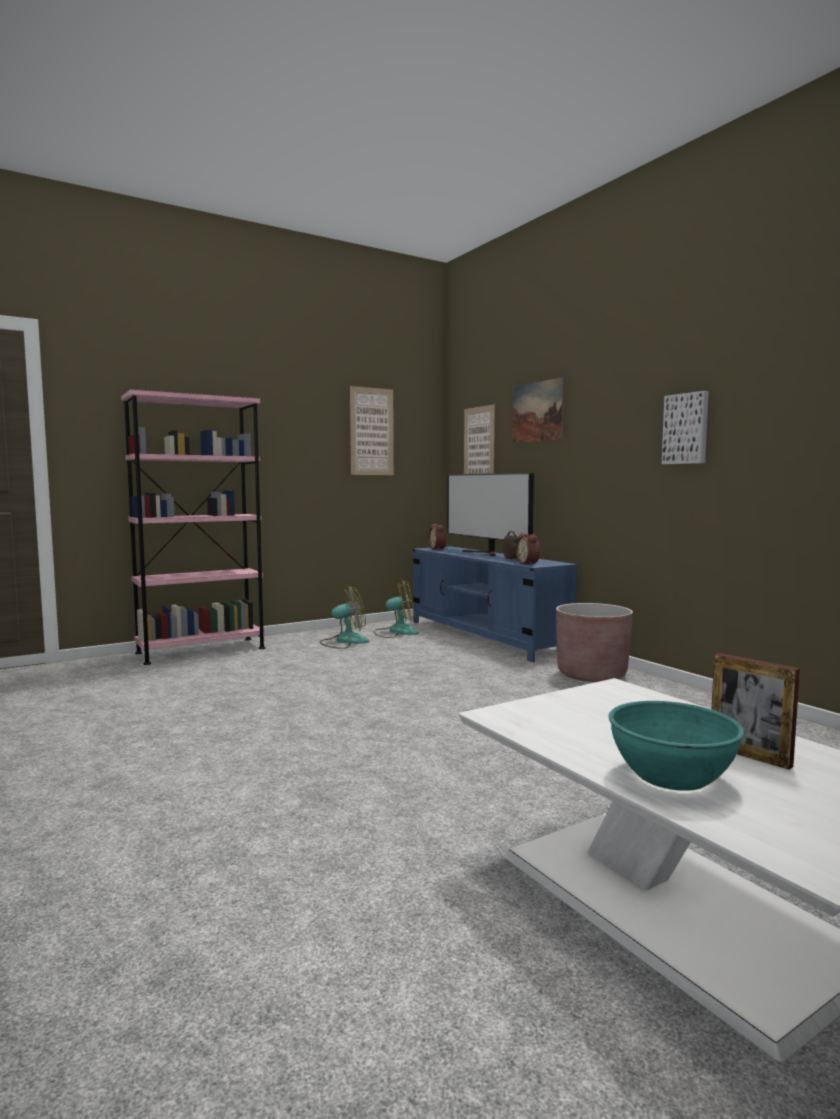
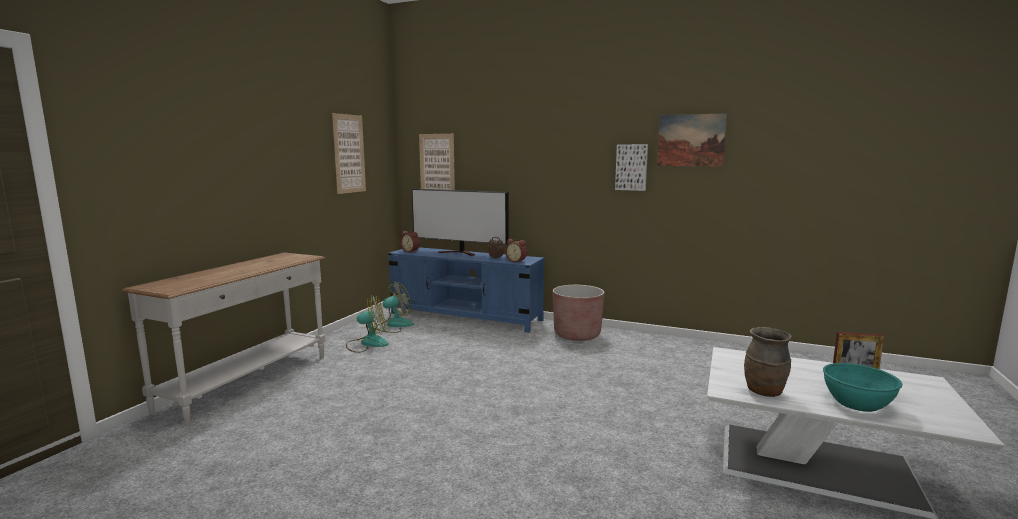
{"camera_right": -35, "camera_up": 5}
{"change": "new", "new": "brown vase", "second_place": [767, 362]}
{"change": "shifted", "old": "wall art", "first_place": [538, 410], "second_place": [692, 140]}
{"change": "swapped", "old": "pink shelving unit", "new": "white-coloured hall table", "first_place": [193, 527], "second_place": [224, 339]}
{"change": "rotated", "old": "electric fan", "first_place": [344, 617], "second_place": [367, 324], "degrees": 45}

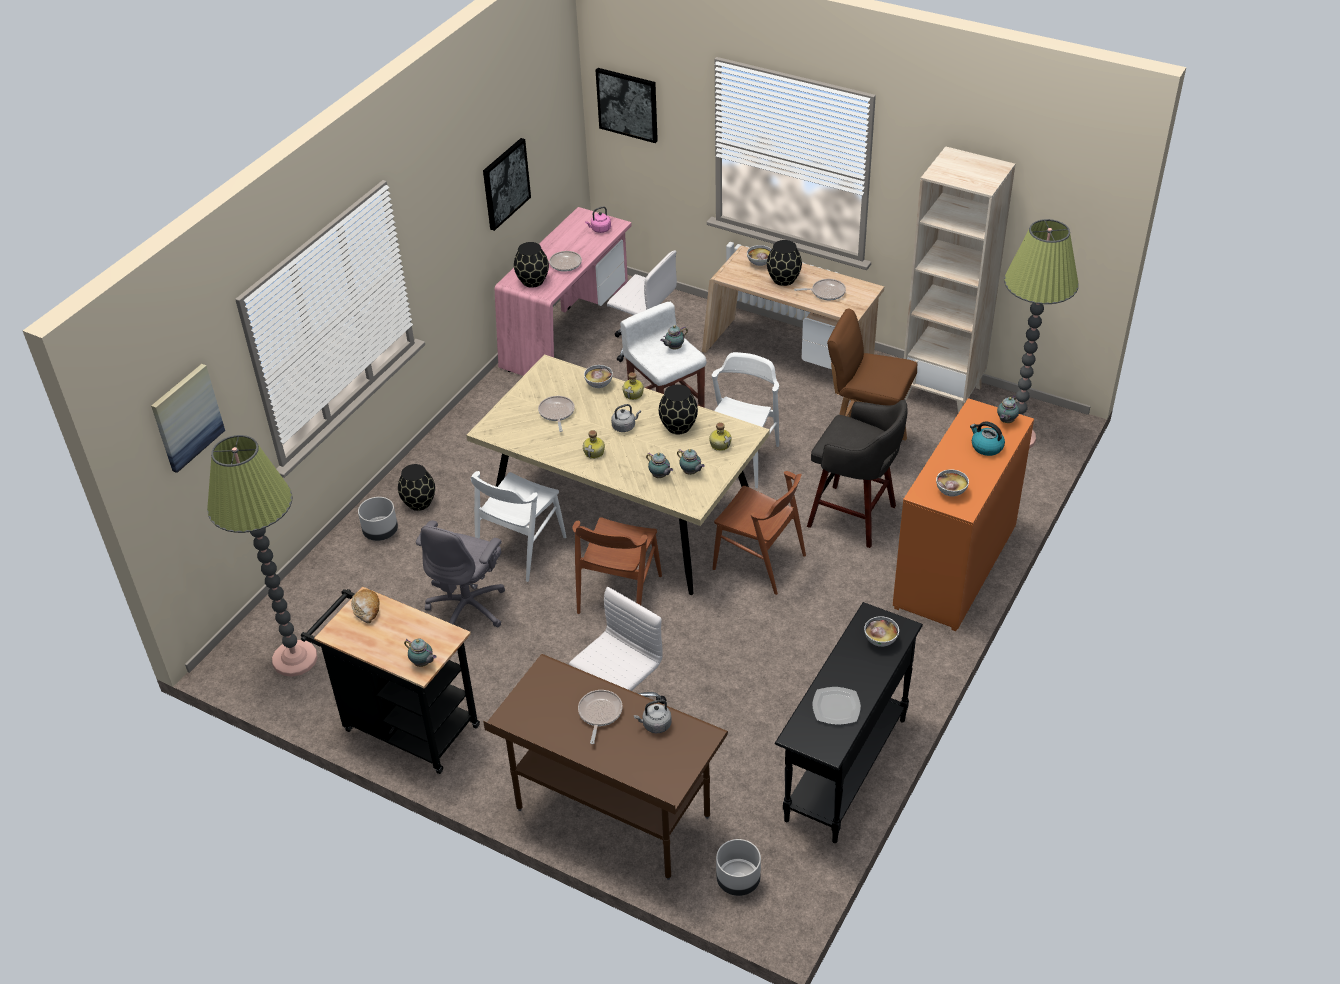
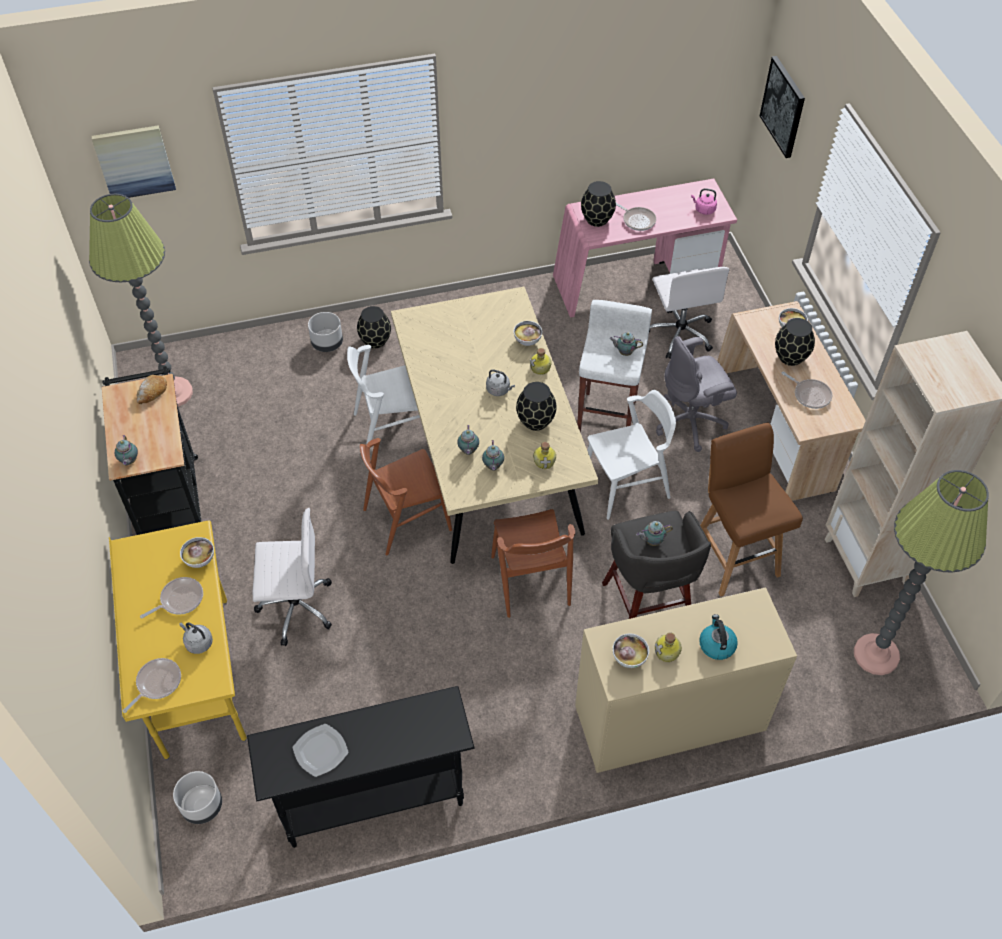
{"camera_right": 45, "camera_up": 10}
{"change": "gone", "old": "wall art", "first_place": [507, 184]}
{"change": "shifted", "old": "gray office chair", "first_place": [460, 573], "second_place": [696, 394]}
{"change": "shifted", "old": "skillet", "first_place": [556, 414], "second_place": [152, 685]}
{"change": "shifted", "old": "beverage bottle", "first_place": [594, 444], "second_place": [668, 647]}
{"change": "shifted", "old": "serving bowl", "first_place": [881, 631], "second_place": [197, 552]}
{"change": "shifted", "old": "pot for tea", "first_place": [1008, 409], "second_place": [654, 533]}
{"change": "repainted", "old": "brown desk table", "new": "yellow-coloured desk table", "first_place": [605, 767], "second_place": [178, 640]}
{"change": "repainted", "old": "orangey drawer chest", "new": "beige-coloured drawer chest", "first_place": [963, 514], "second_place": [686, 680]}

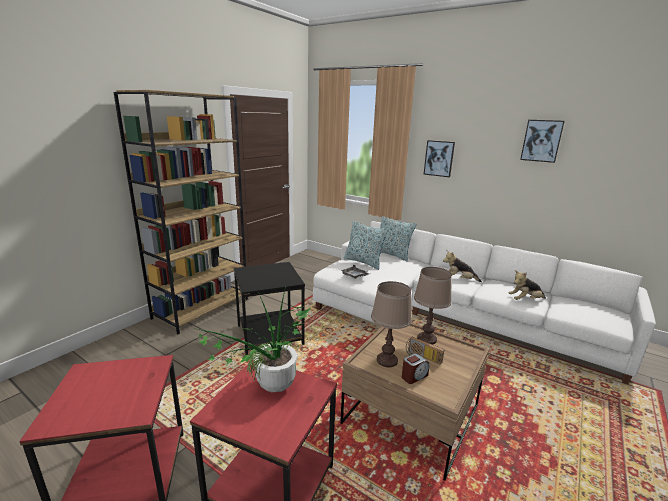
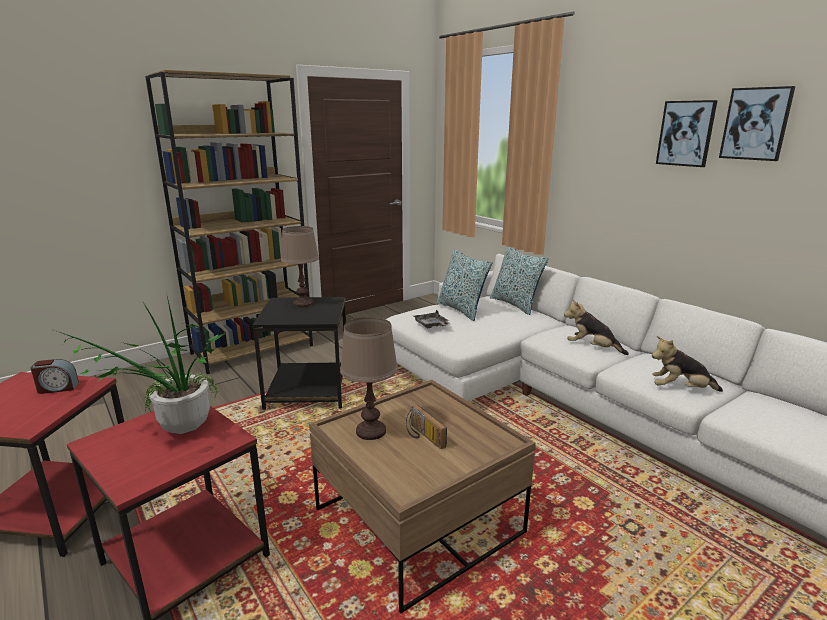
{"camera_right": 20, "camera_up": 0}
{"change": "shifted", "old": "bedside clock", "first_place": [415, 369], "second_place": [55, 376]}
{"change": "shifted", "old": "brown lamp for a table", "first_place": [433, 306], "second_place": [300, 266]}
{"change": "shifted", "old": "wall art", "first_place": [439, 158], "second_place": [687, 133]}

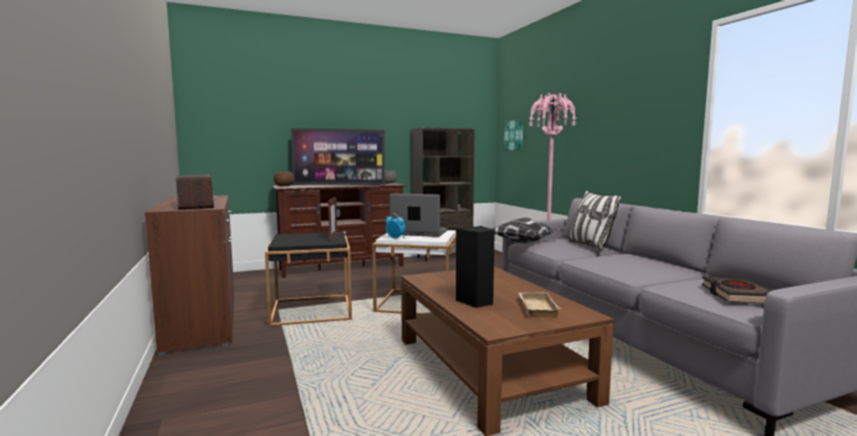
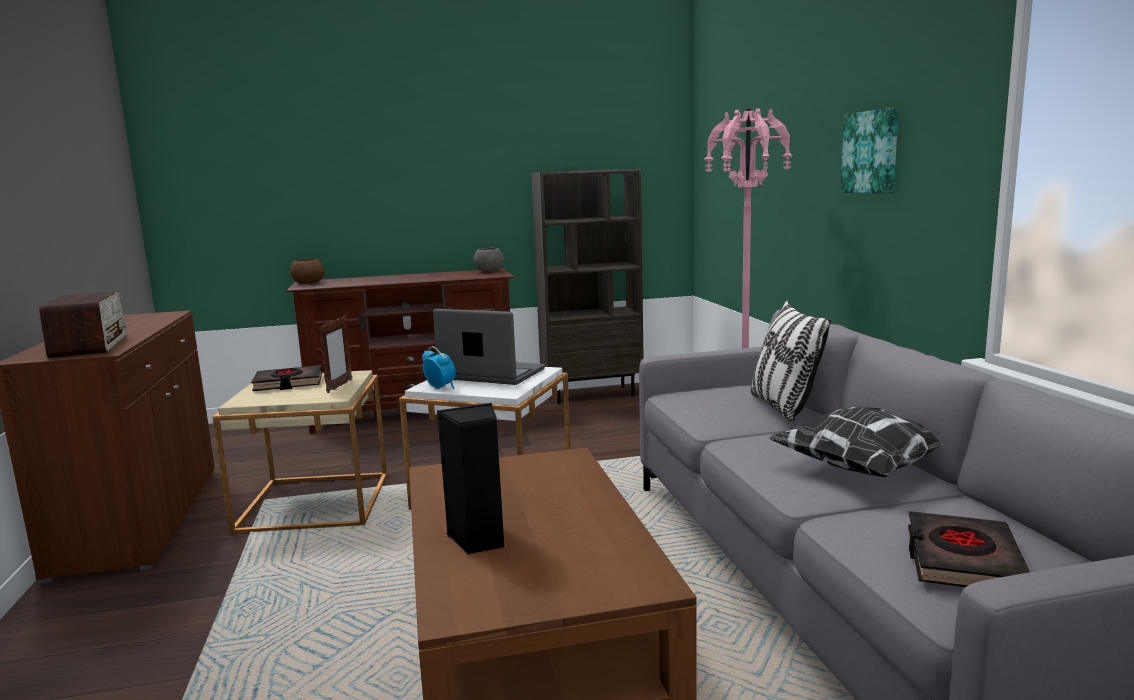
{"camera_right": 10, "camera_up": 5}
{"change": "gone", "old": "television", "first_place": [338, 156]}
{"change": "gone", "old": "beige-coloured carrying tray", "first_place": [539, 304]}
{"change": "new", "new": "blackish bound book", "second_place": [286, 378]}
{"change": "shifted", "old": "cushion", "first_place": [527, 230], "second_place": [855, 442]}
{"change": "shifted", "old": "wall art", "first_place": [513, 135], "second_place": [870, 150]}
{"change": "repainted", "old": "blackish side table", "new": "beige-coloured side table", "first_place": [308, 279], "second_place": [300, 452]}

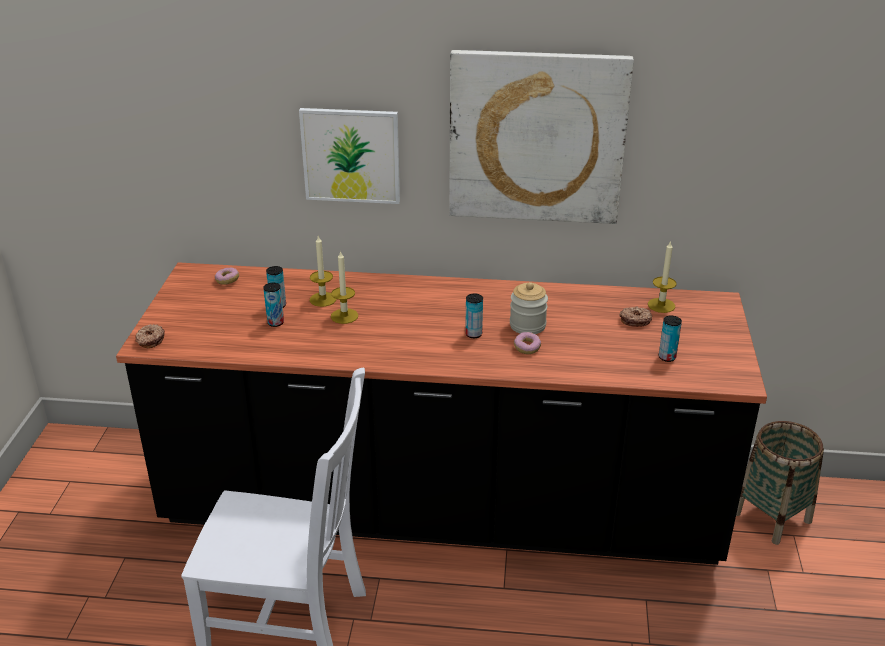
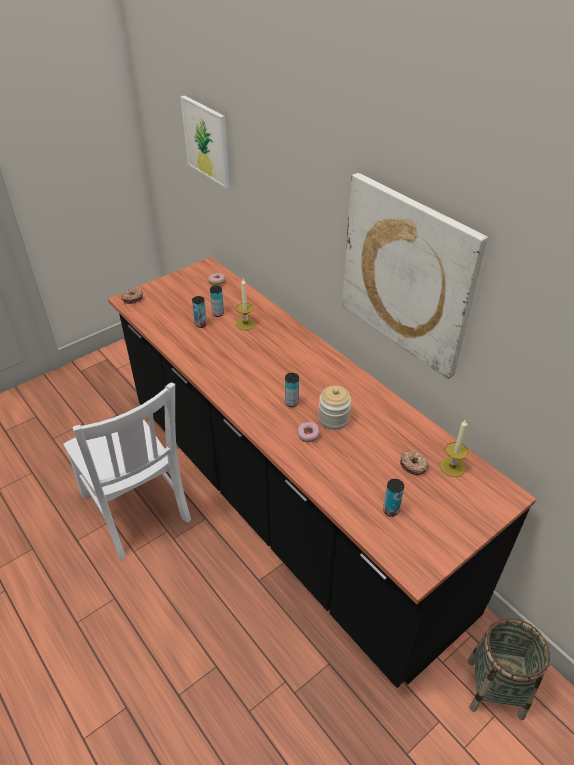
{"camera_right": 45, "camera_up": 10}
{"change": "gone", "old": "wax light", "first_place": [344, 287]}
{"change": "shifted", "old": "wall art", "first_place": [349, 156], "second_place": [204, 141]}

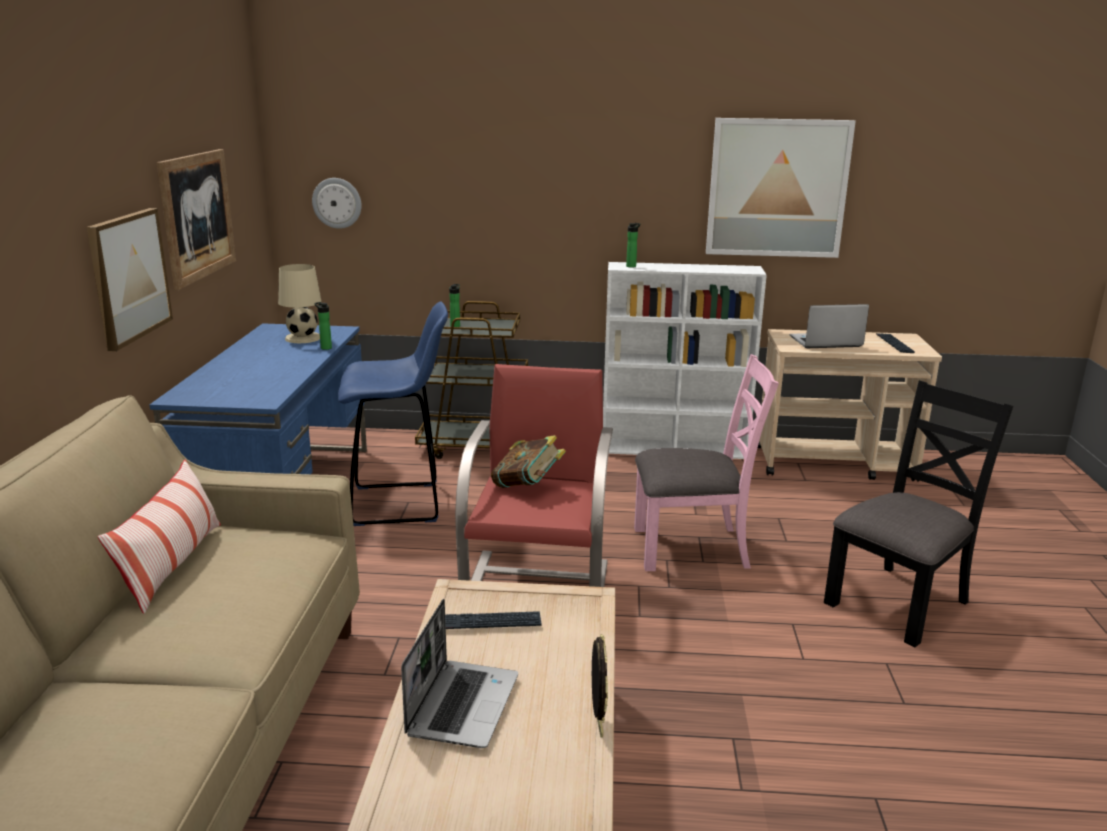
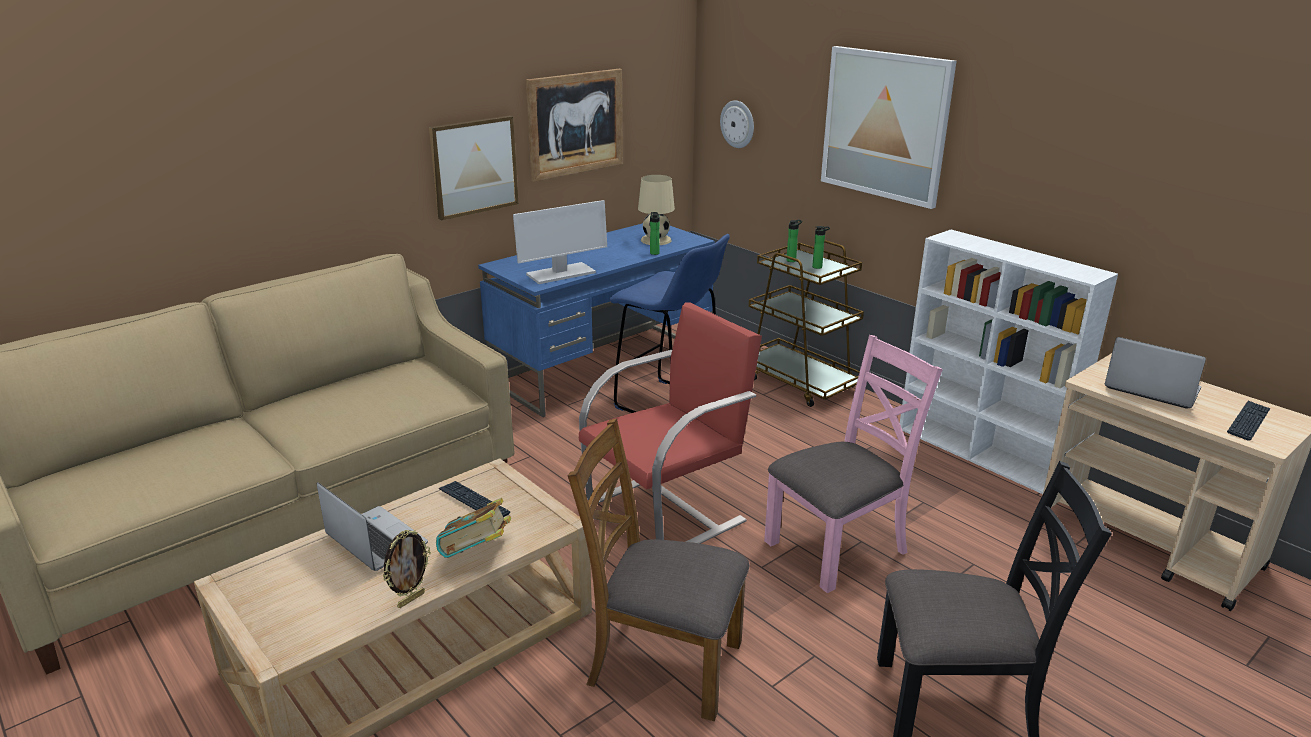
{"camera_right": 45, "camera_up": 5}
{"change": "gone", "old": "cushion", "first_place": [159, 537]}
{"change": "new", "new": "computer screen", "second_place": [560, 242]}
{"change": "new", "new": "brown chair", "second_place": [658, 570]}
{"change": "shifted", "old": "bound book", "first_place": [528, 461], "second_place": [473, 528]}
{"change": "shifted", "old": "beverage bottle", "first_place": [633, 245], "second_place": [821, 247]}
{"change": "shifted", "old": "wall art", "first_place": [781, 188], "second_place": [888, 127]}
{"change": "rotated", "old": "notebook computer", "first_place": [459, 673], "second_place": [372, 526], "degrees": -105}
{"change": "rotated", "old": "pink chair", "first_place": [706, 462], "second_place": [853, 464], "degrees": -75}

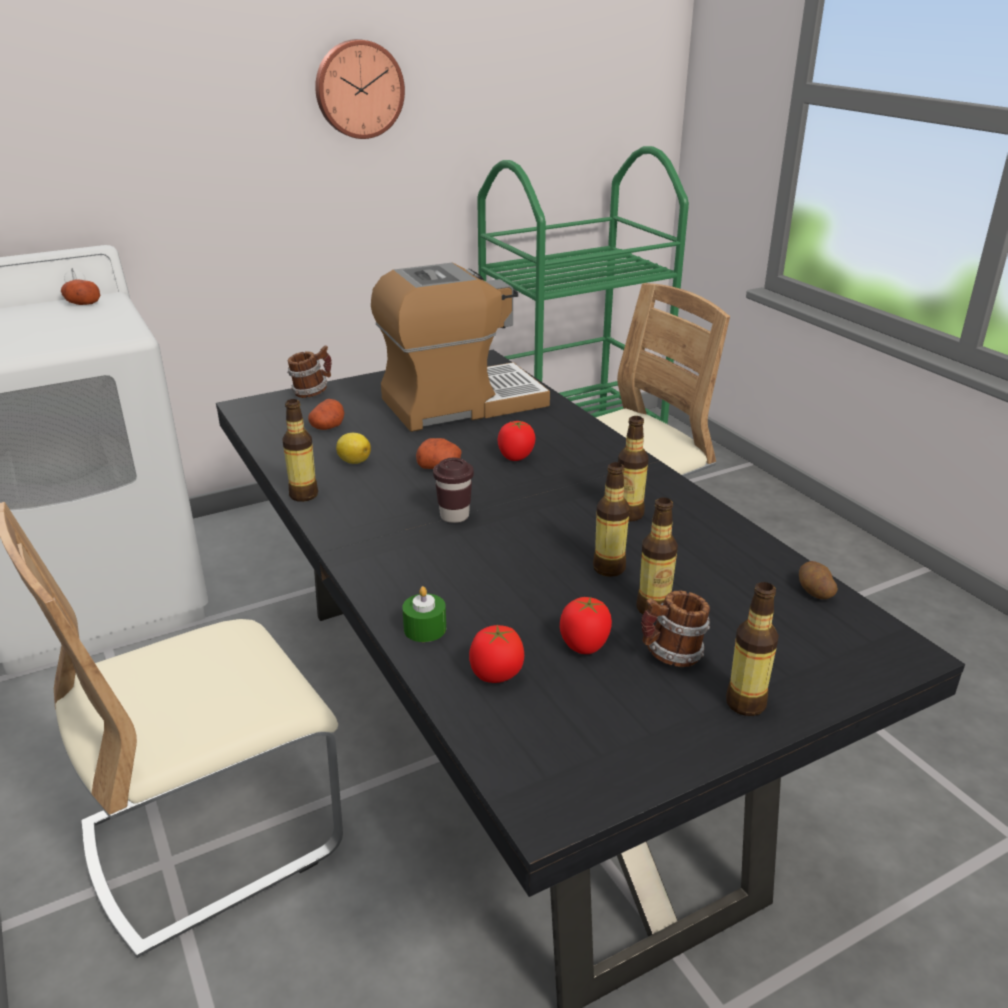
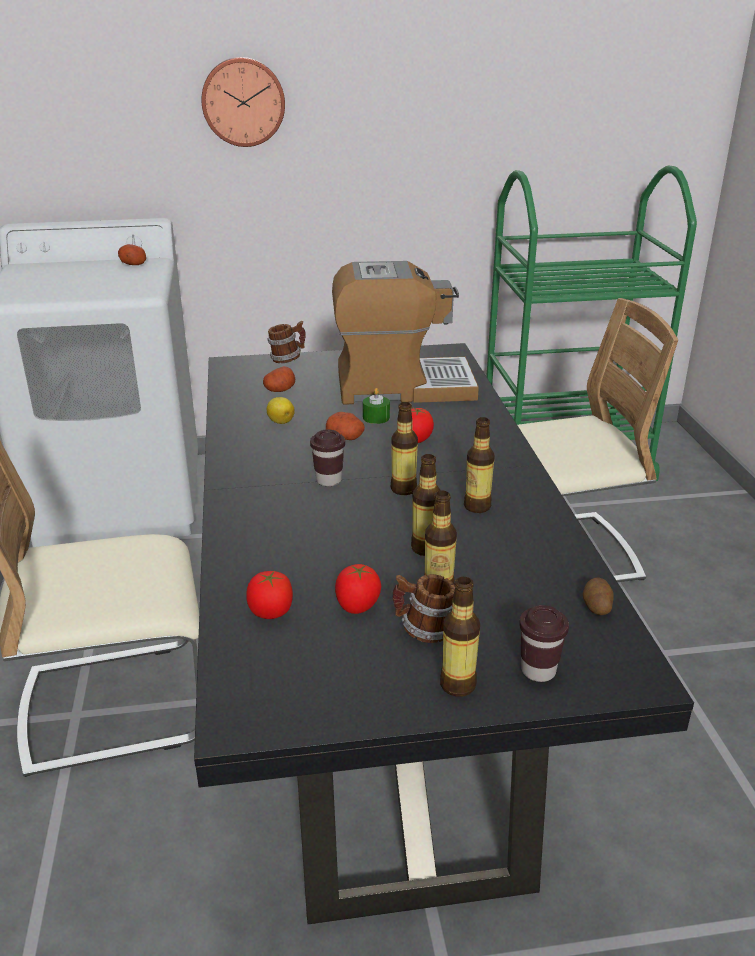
{"camera_right": 20, "camera_up": 0}
{"change": "new", "new": "brown small cup", "second_place": [544, 643]}
{"change": "shifted", "old": "beverage bottle", "first_place": [300, 450], "second_place": [404, 448]}
{"change": "shifted", "old": "wall clock", "first_place": [360, 89], "second_place": [243, 102]}
{"change": "shifted", "old": "greenish wax light", "first_place": [424, 614], "second_place": [376, 406]}

